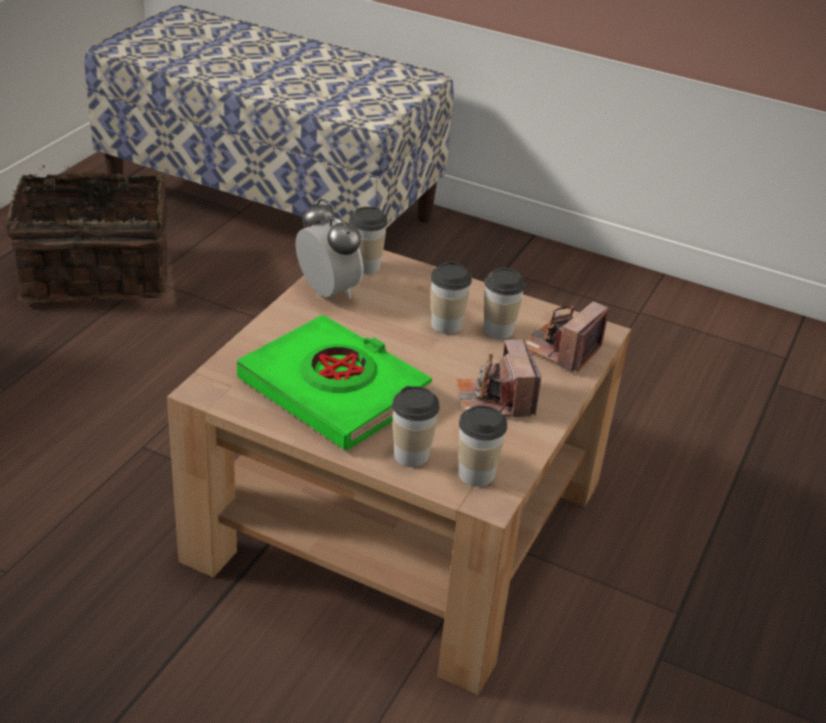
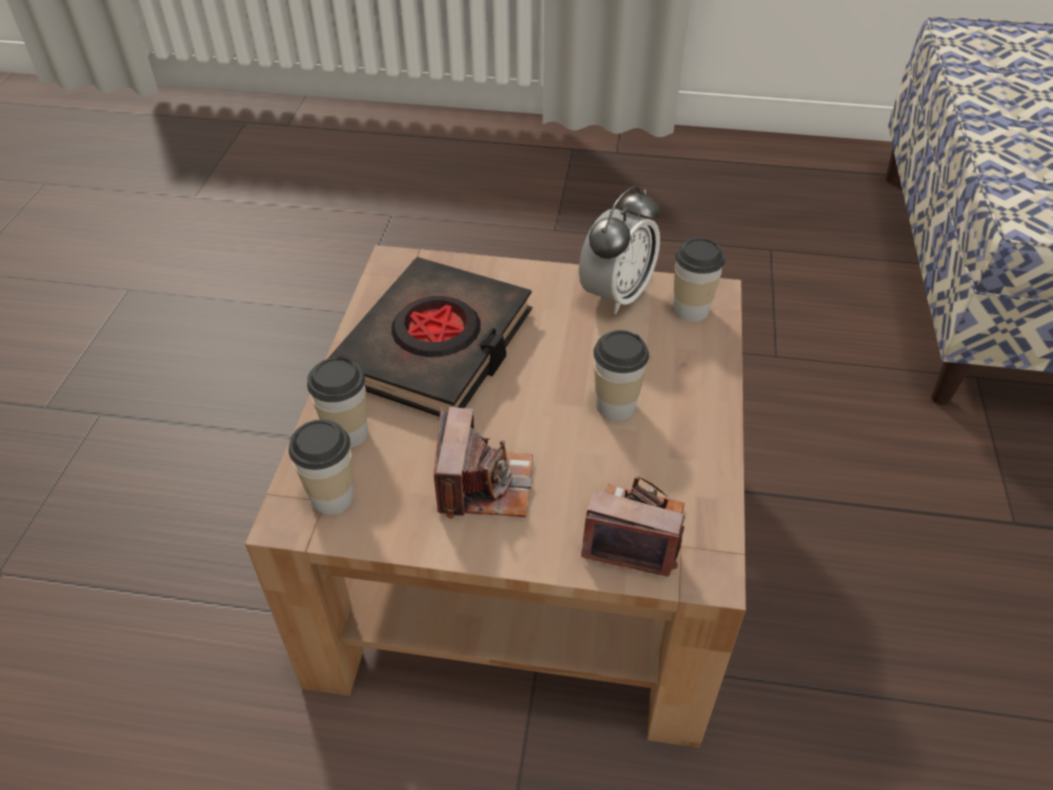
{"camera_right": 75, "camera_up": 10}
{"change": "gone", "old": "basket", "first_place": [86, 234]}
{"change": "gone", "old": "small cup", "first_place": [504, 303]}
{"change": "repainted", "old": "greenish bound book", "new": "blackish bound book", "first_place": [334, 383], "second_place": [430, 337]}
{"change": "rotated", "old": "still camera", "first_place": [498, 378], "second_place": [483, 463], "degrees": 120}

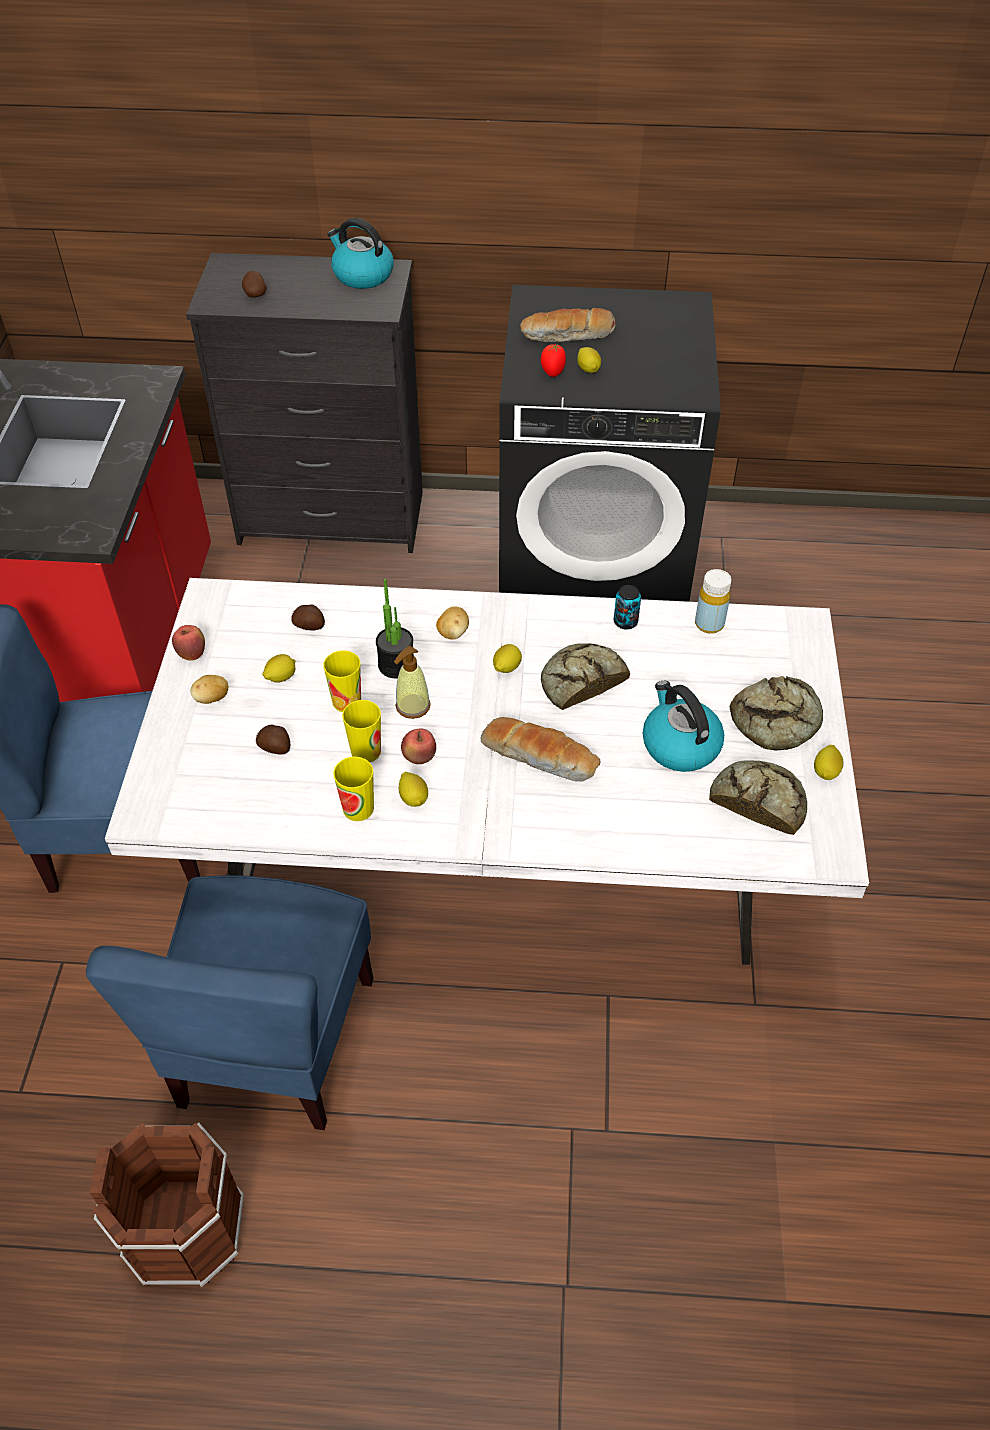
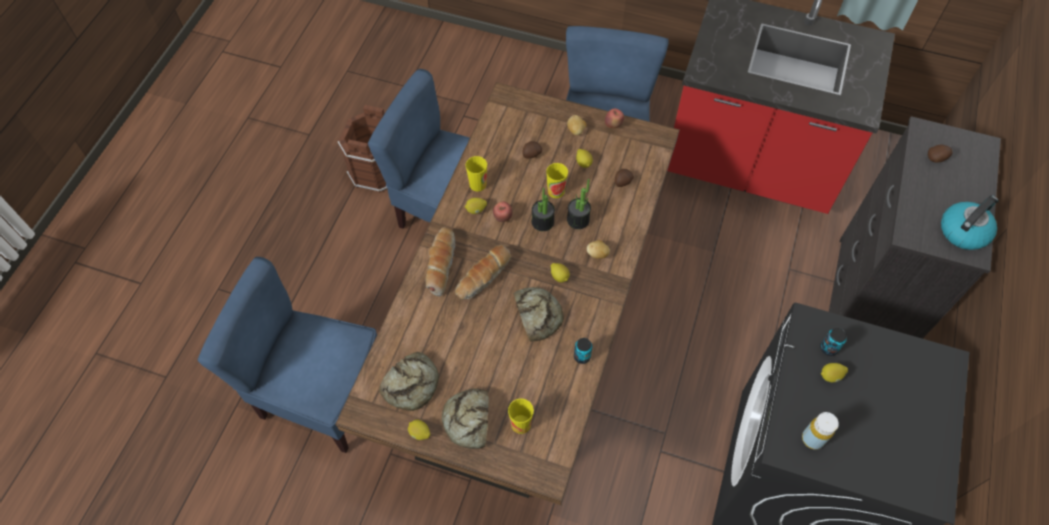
{"camera_right": 105, "camera_up": 10}
{"change": "gone", "old": "water kettle", "first_place": [683, 726]}
{"change": "new", "new": "bluish chair", "second_place": [287, 355]}
{"change": "shifted", "old": "small cup", "first_place": [361, 731], "second_place": [521, 416]}
{"change": "shifted", "old": "bread", "first_place": [568, 325], "second_place": [440, 262]}
{"change": "shifted", "old": "yellow-coloured beverage bottle", "first_place": [713, 601], "second_place": [820, 431]}
{"change": "swapped", "old": "soap dispenser", "new": "potted plant", "first_place": [412, 682], "second_place": [543, 209]}
{"change": "swapped", "old": "tomato", "new": "can", "first_place": [553, 360], "second_place": [833, 342]}
{"change": "repainted", "old": "white-coloured dining table", "new": "brown dining table", "first_place": [487, 771], "second_place": [507, 294]}

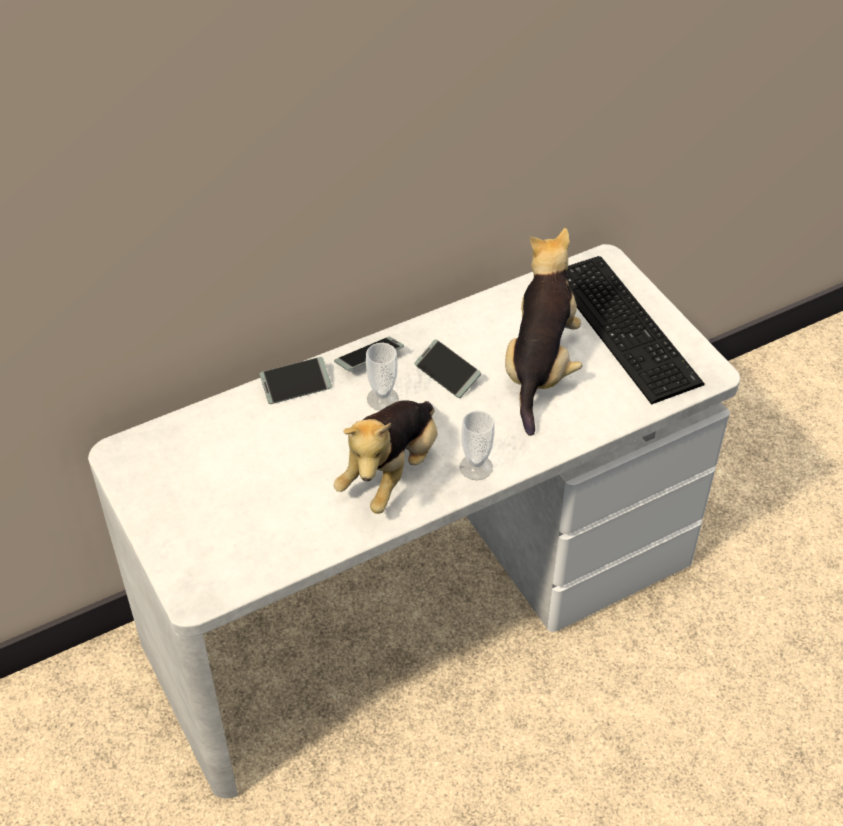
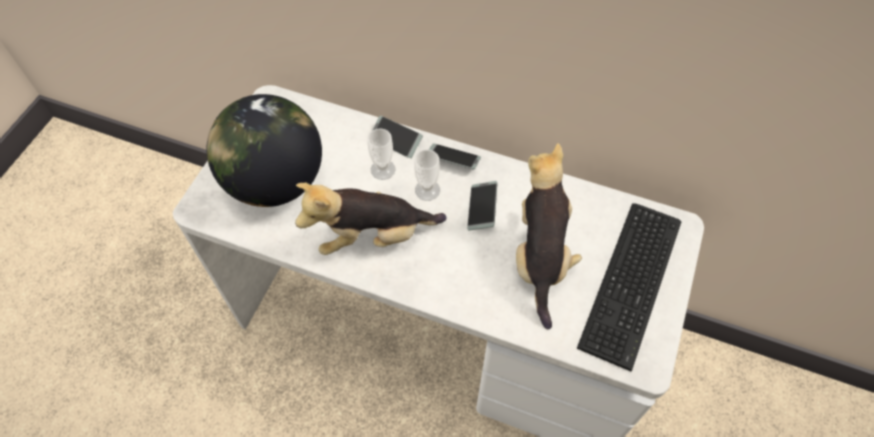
{"camera_right": 50, "camera_up": 10}
{"change": "new", "new": "world globe", "second_place": [264, 150]}
{"change": "shifted", "old": "small cup", "first_place": [476, 445], "second_place": [381, 154]}
{"change": "rotated", "old": "soft toy", "first_place": [544, 332], "second_place": [549, 236], "degrees": -60}

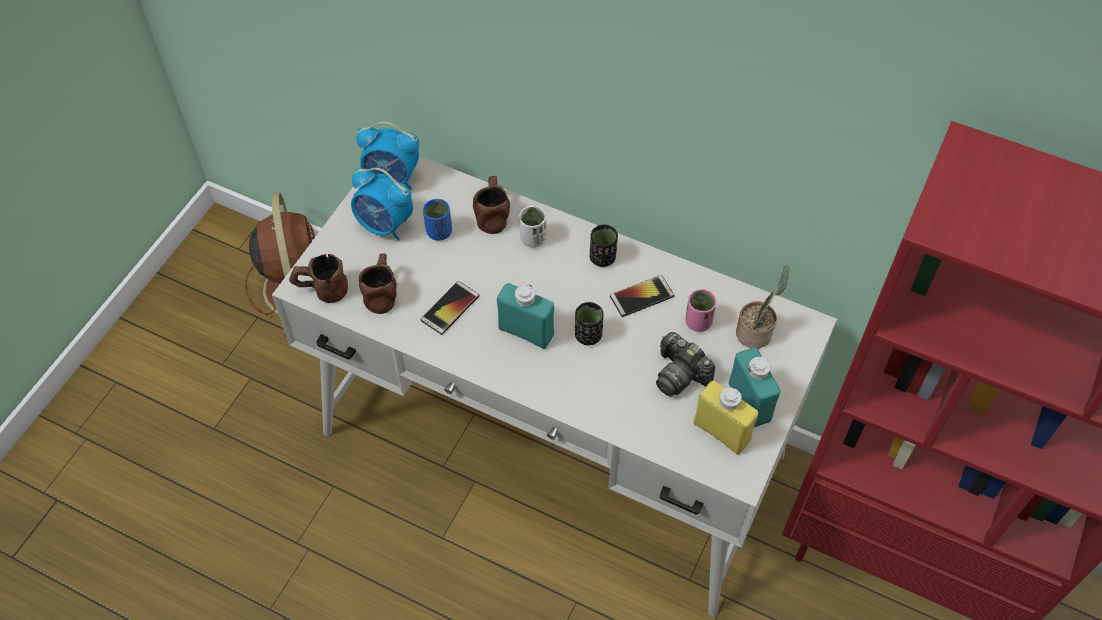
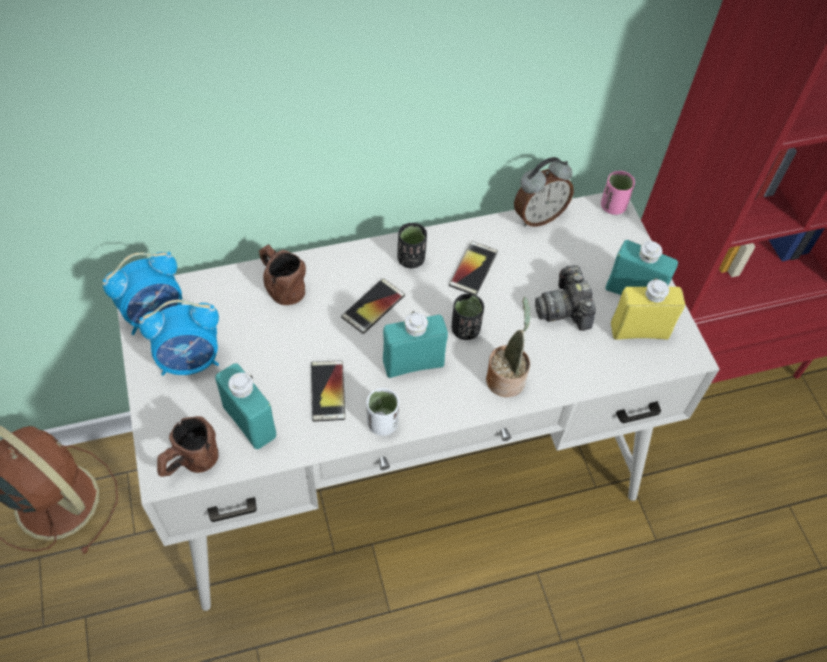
{"camera_right": -45, "camera_up": 0}
{"change": "gone", "old": "bluish small cup", "first_place": [437, 220]}
{"change": "new", "new": "phone", "second_place": [373, 306]}
{"change": "new", "new": "bedside clock", "second_place": [544, 192]}
{"change": "shifted", "old": "white-coloured small cup", "first_place": [532, 227], "second_place": [383, 412]}
{"change": "shifted", "old": "pink small cup", "first_place": [700, 310], "second_place": [618, 193]}
{"change": "shifted", "old": "potted plant", "first_place": [763, 307], "second_place": [508, 347]}
{"change": "swapped", "old": "brown tea mug", "new": "turquoise beverage bottle", "first_place": [378, 284], "second_place": [245, 406]}
{"change": "rotated", "old": "still camera", "first_place": [685, 364], "second_place": [565, 298], "degrees": 75}

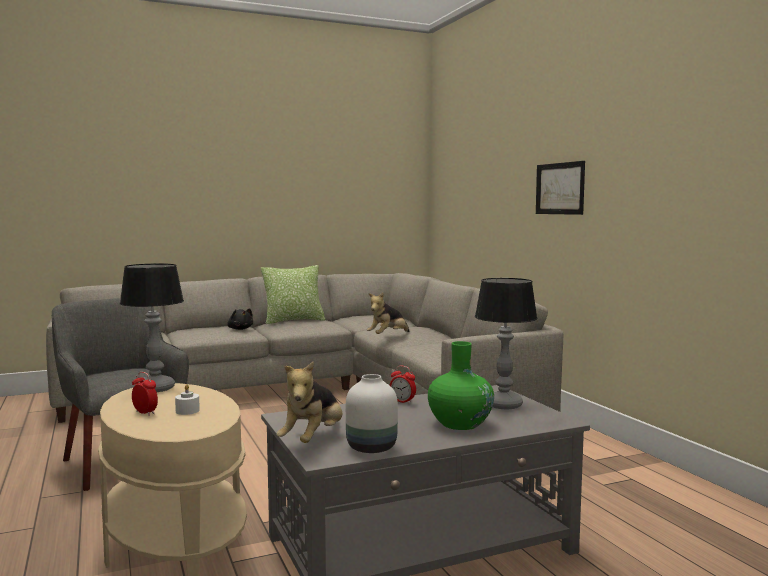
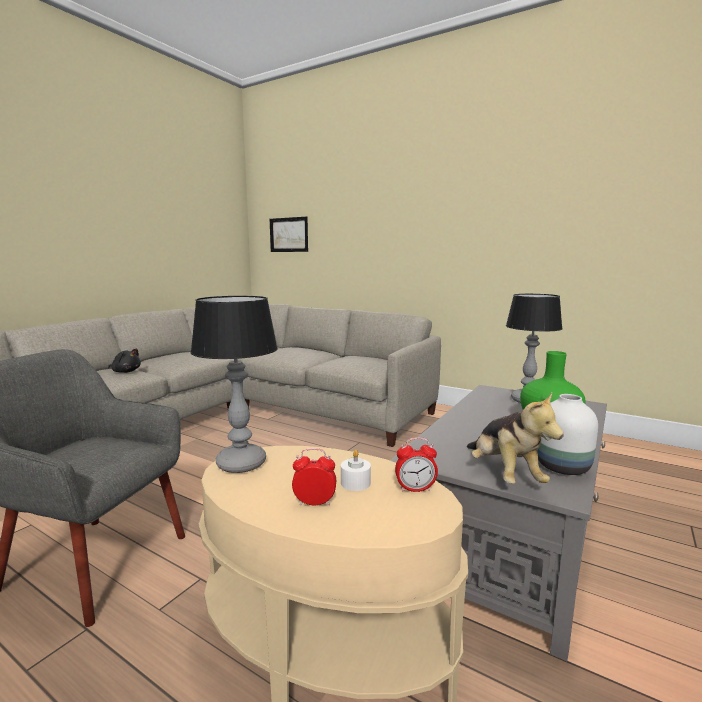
{"camera_right": -35, "camera_up": 5}
{"change": "gone", "old": "cushion", "first_place": [293, 294]}
{"change": "gone", "old": "soft toy", "first_place": [388, 313]}
{"change": "shifted", "old": "bedside clock", "first_place": [403, 385], "second_place": [416, 464]}
{"change": "shifted", "old": "wall art", "first_place": [560, 188], "second_place": [289, 234]}

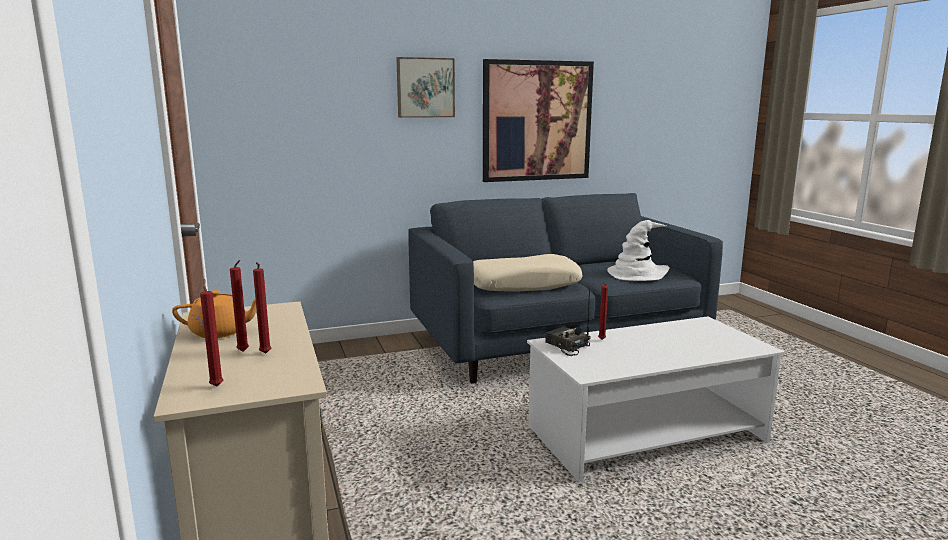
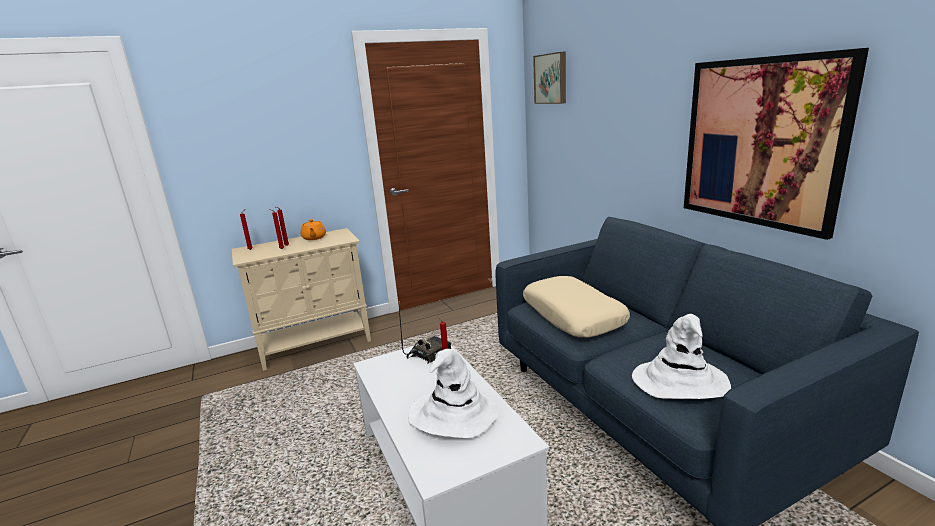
{"camera_right": 85, "camera_up": 5}
{"change": "new", "new": "white-coloured clothing hat", "second_place": [453, 393]}
{"change": "shifted", "old": "wall art", "first_place": [425, 87], "second_place": [549, 77]}

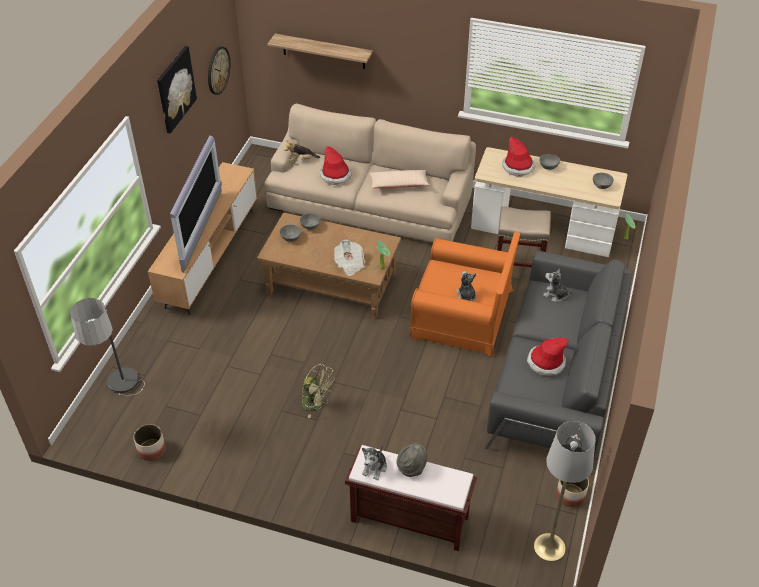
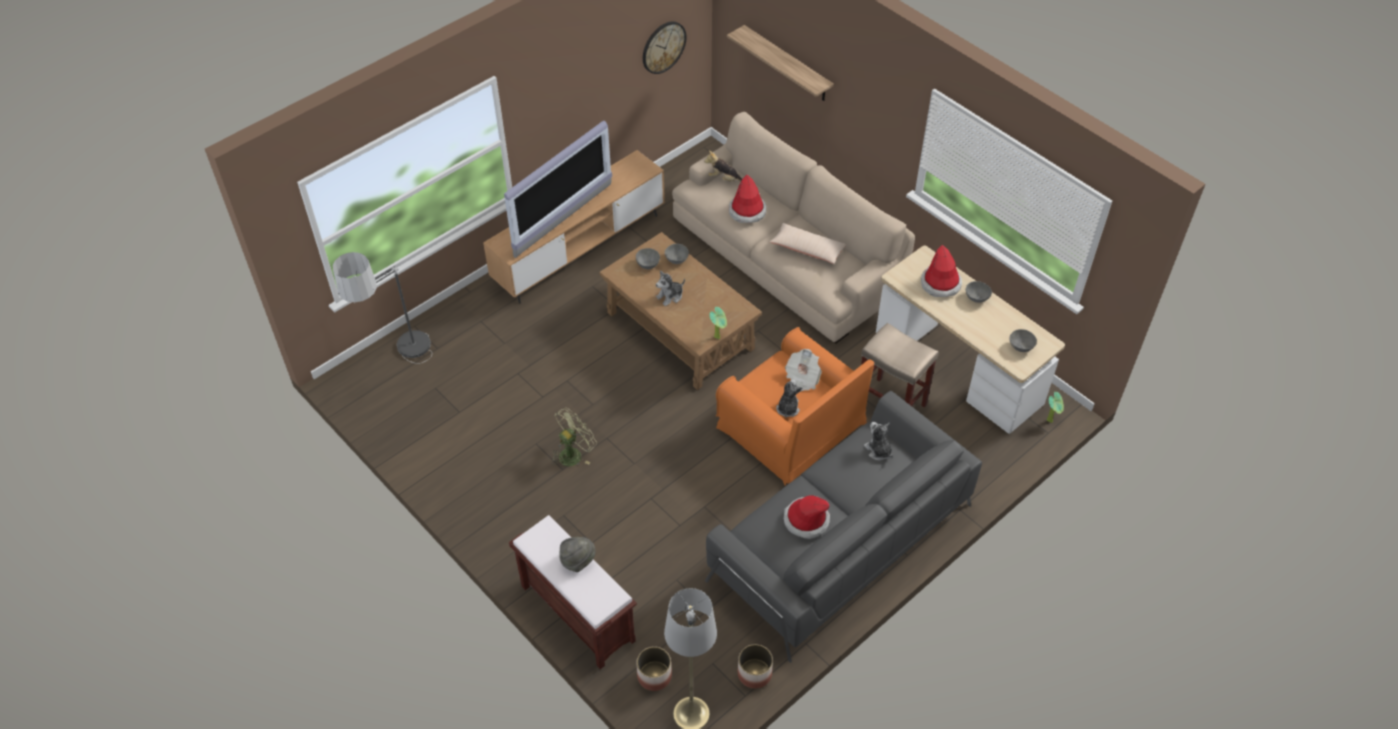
{"camera_right": 30, "camera_up": 5}
{"change": "gone", "old": "wall art", "first_place": [177, 90]}
{"change": "shifted", "old": "planter", "first_place": [149, 442], "second_place": [654, 668]}
{"change": "shifted", "old": "daily paper", "first_place": [349, 258], "second_place": [803, 370]}
{"change": "shifted", "old": "soft toy", "first_place": [374, 462], "second_place": [670, 288]}
{"change": "rotated", "old": "greenish electric fan", "first_place": [318, 391], "second_place": [574, 437], "degrees": -105}

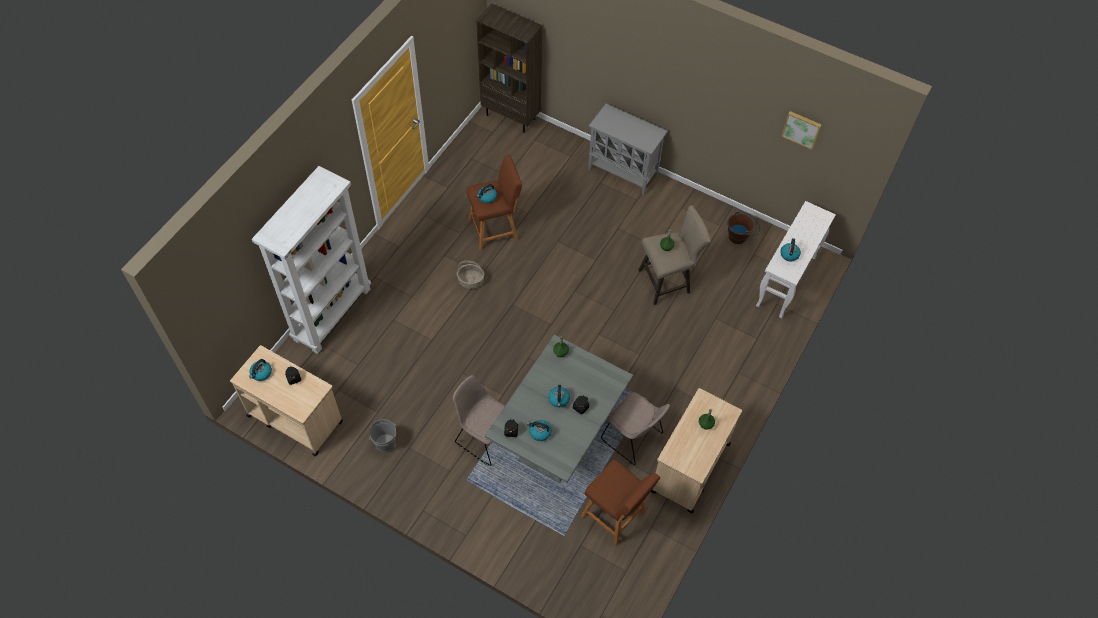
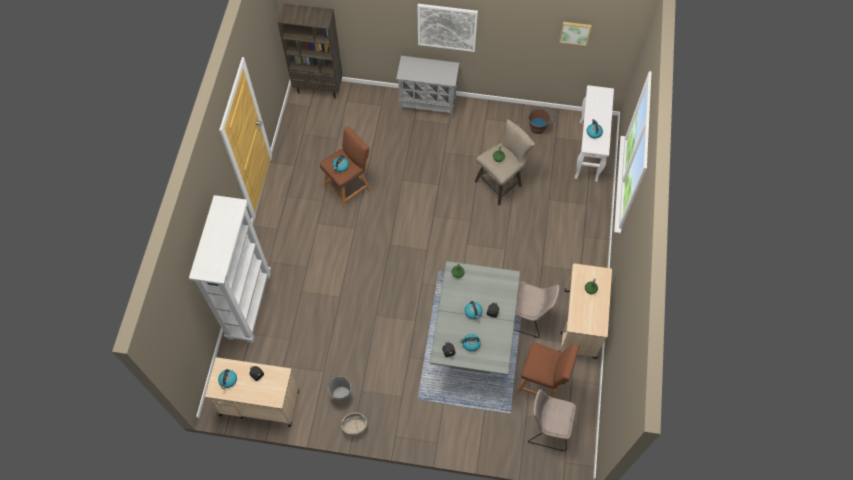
{"camera_right": -20, "camera_up": 5}
{"change": "new", "new": "wall art", "second_place": [448, 28]}
{"change": "shifted", "old": "beige-coloured chair", "first_place": [479, 420], "second_place": [552, 420]}
{"change": "shifted", "old": "basket", "first_place": [470, 275], "second_place": [354, 424]}

